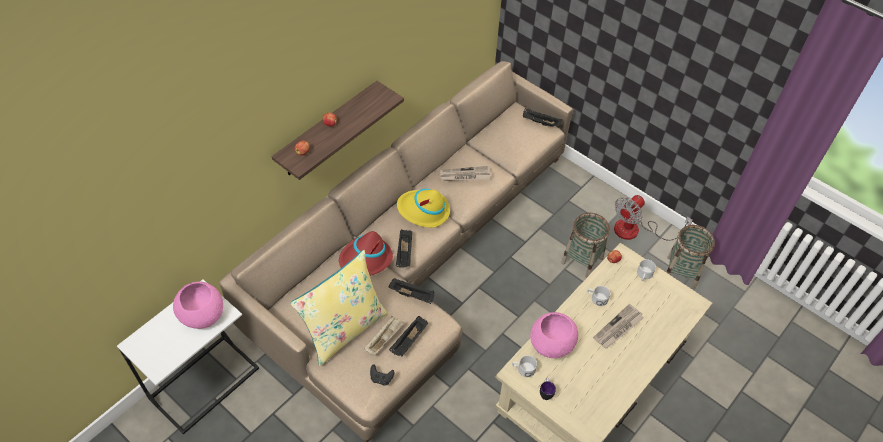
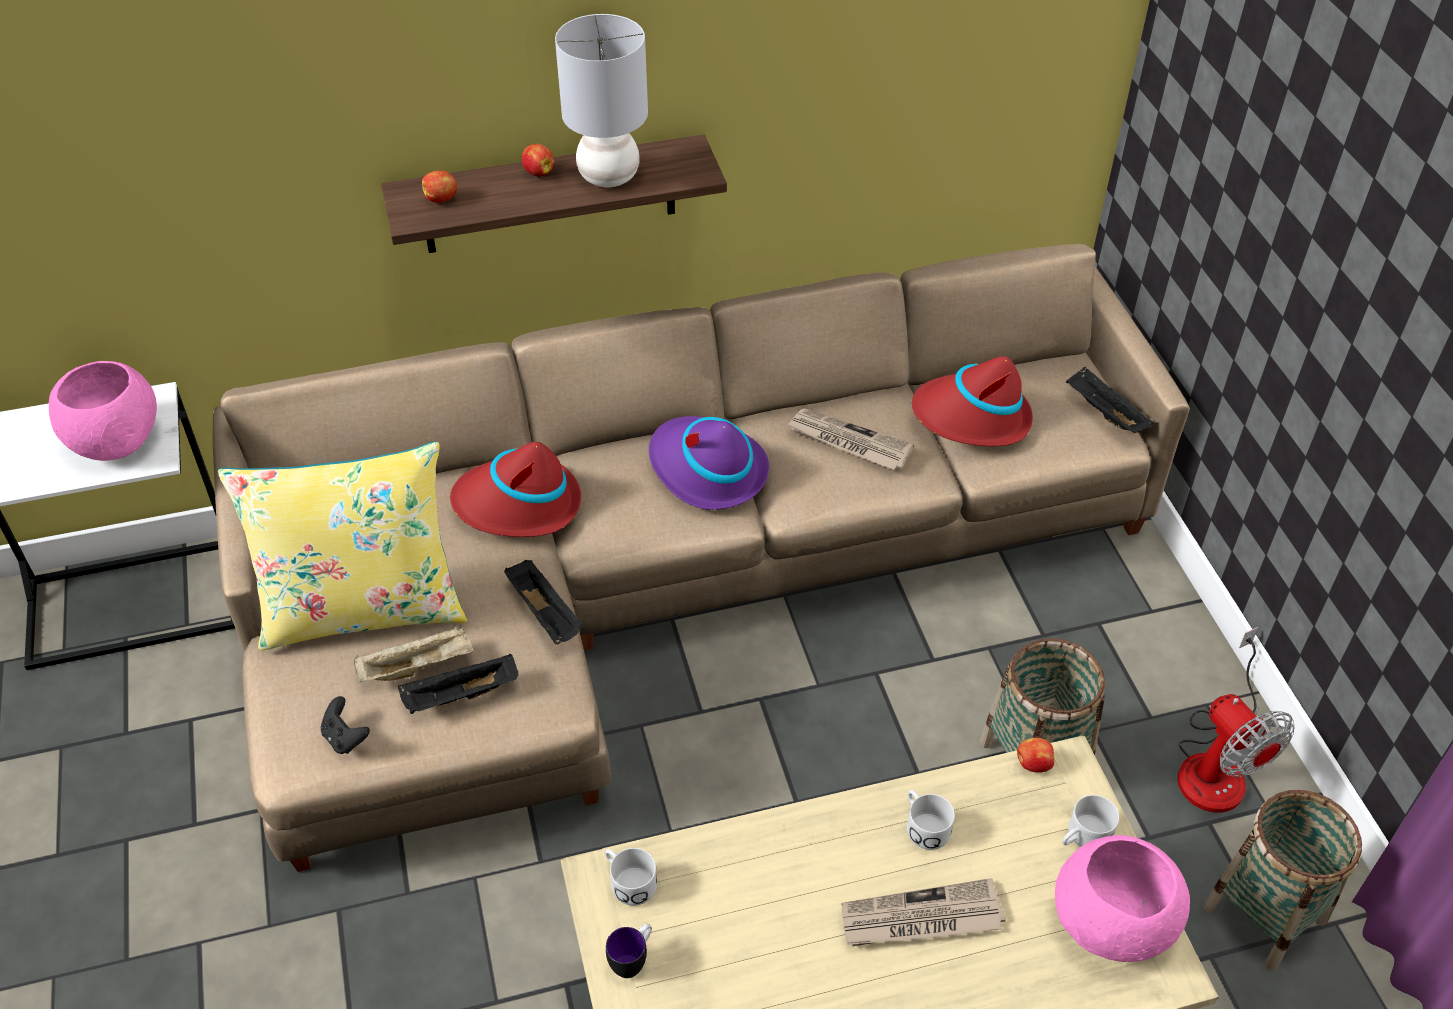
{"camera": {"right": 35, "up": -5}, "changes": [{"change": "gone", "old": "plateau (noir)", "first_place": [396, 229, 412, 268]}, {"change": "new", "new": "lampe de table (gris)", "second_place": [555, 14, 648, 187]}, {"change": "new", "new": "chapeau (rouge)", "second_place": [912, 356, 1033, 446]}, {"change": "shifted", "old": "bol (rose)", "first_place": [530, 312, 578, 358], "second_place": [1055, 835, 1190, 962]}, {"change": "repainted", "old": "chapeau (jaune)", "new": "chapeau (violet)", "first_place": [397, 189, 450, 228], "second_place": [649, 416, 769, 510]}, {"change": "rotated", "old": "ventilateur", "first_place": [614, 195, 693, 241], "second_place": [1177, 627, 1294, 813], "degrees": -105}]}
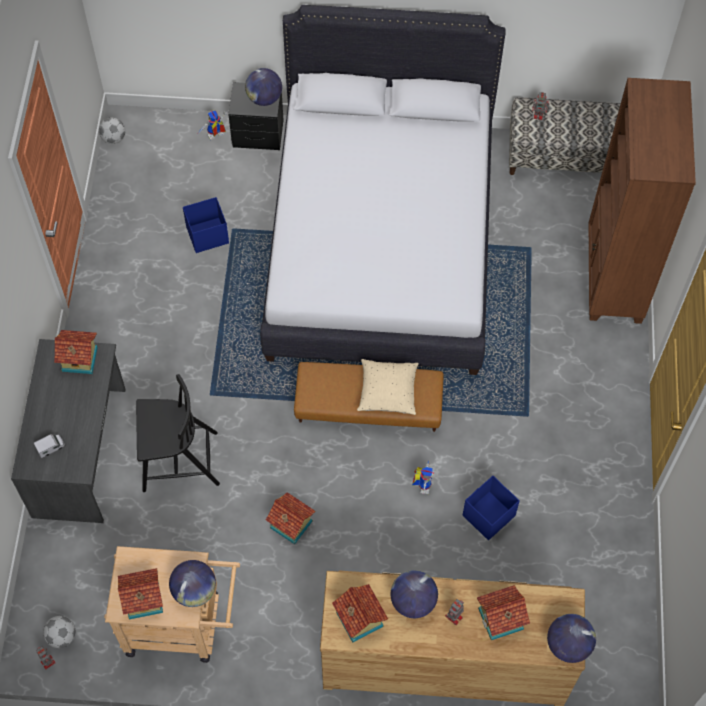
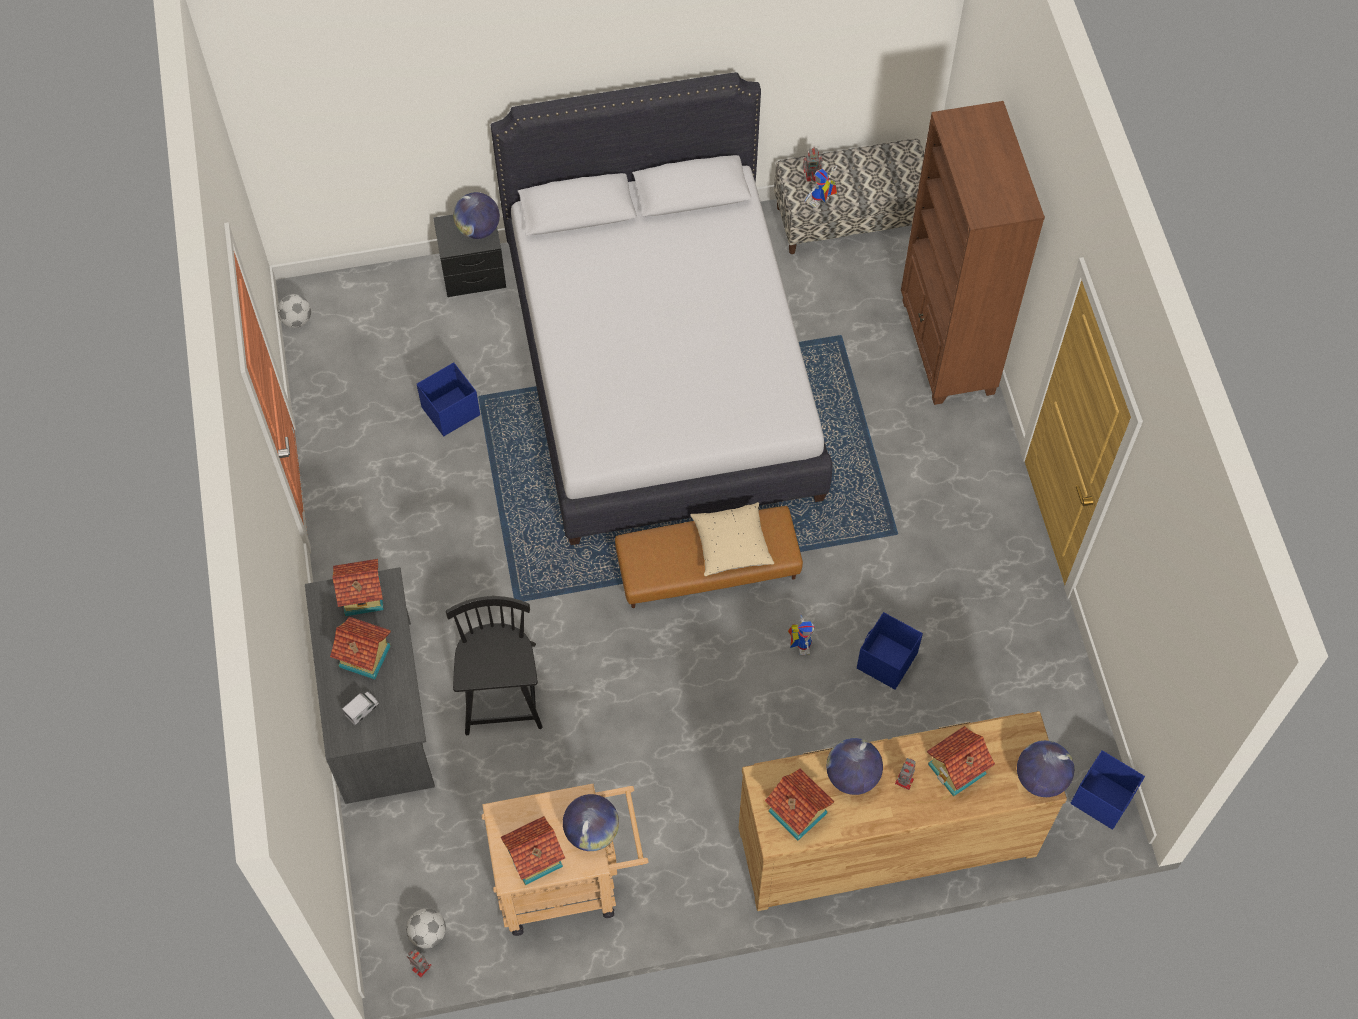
{"camera": {"right": -15, "up": 0}, "changes": [{"change": "new", "new": "boîte de rangement (bleu)", "second_place": [1071, 750, 1145, 830]}, {"change": "shifted", "old": "robot jouet", "first_place": [198, 110, 229, 140], "second_place": [803, 166, 837, 208]}, {"change": "shifted", "old": "maison miniature", "first_place": [266, 492, 316, 544], "second_place": [330, 617, 391, 679]}, {"change": "rotated", "old": "chaise (noir)", "first_place": [136, 374, 220, 492], "second_place": [446, 596, 543, 735], "degrees": -75}]}
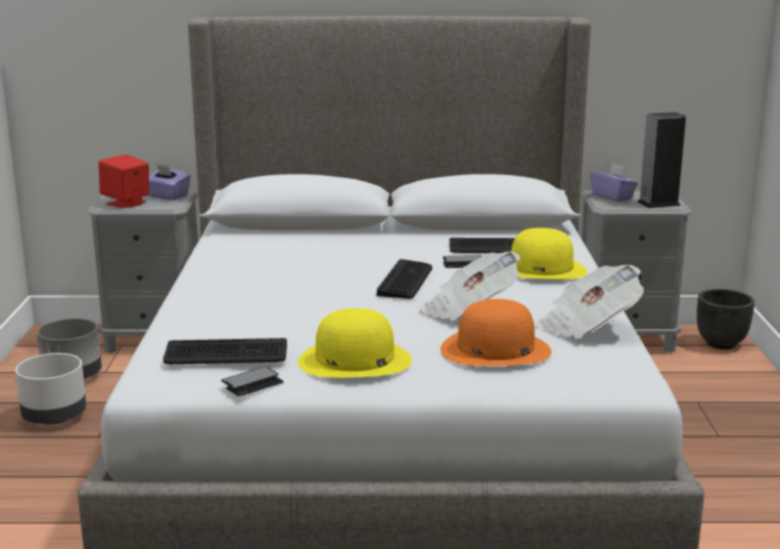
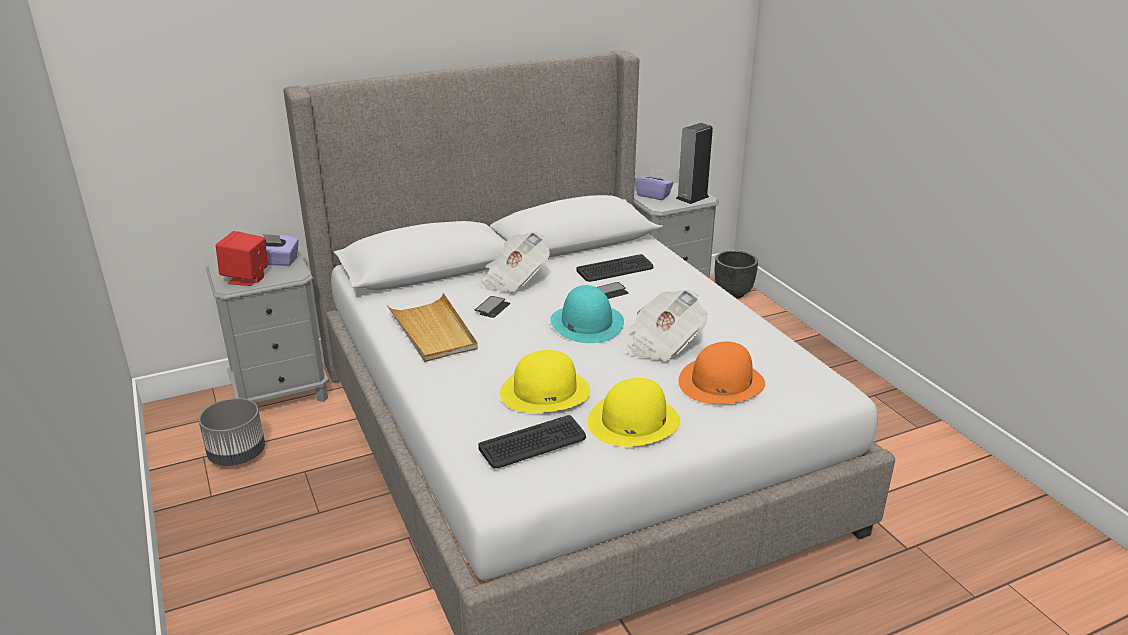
{"camera": {"right": -25, "up": 10}, "changes": [{"change": "gone", "old": "cache-pot (gris)", "first_place": [15, 353, 86, 424]}, {"change": "new", "new": "plateau (beige)", "second_place": [387, 293, 478, 362]}, {"change": "shifted", "old": "téléphone", "first_place": [221, 367, 284, 396], "second_place": [475, 296, 510, 318]}, {"change": "shifted", "old": "chapeau (jaune)", "first_place": [511, 228, 587, 280], "second_place": [500, 350, 590, 413]}, {"change": "shifted", "old": "journal", "first_place": [536, 265, 644, 339], "second_place": [479, 232, 550, 293]}, {"change": "swapped", "old": "clavier", "new": "chapeau (turquoise)", "first_place": [377, 259, 432, 299], "second_place": [550, 285, 624, 343]}]}
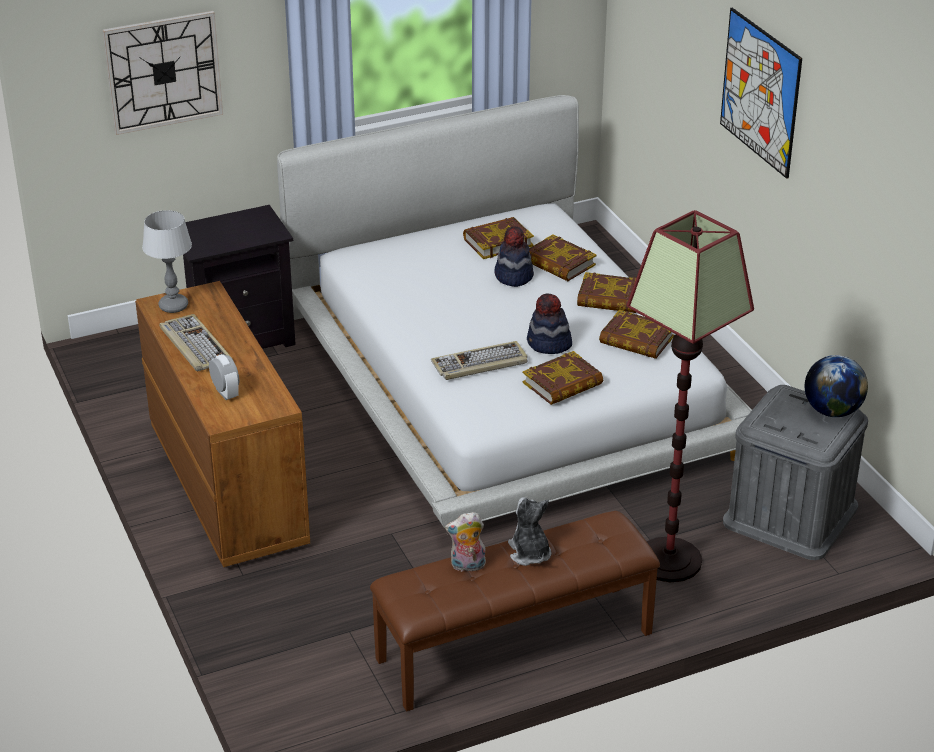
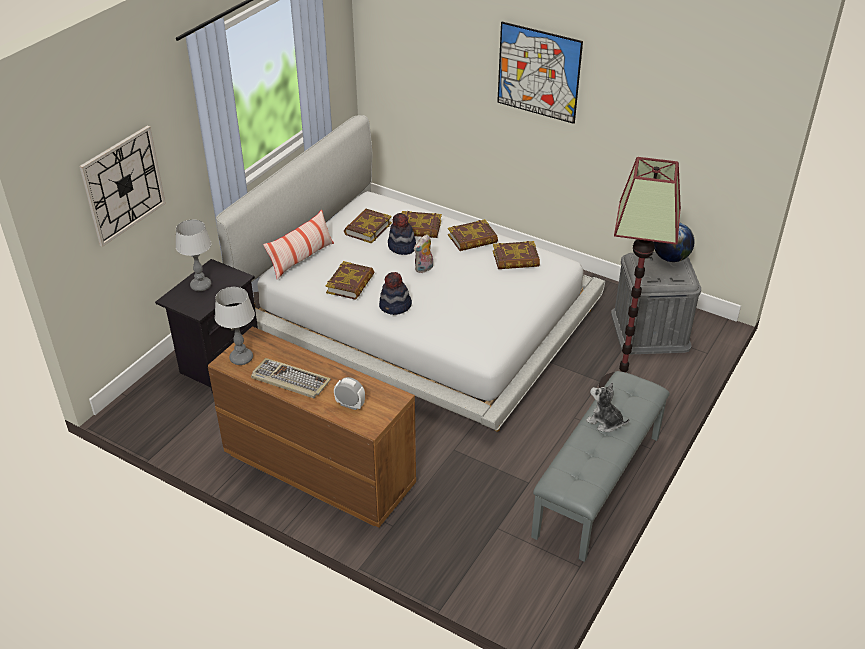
{"camera": {"right": -35, "up": 5}, "changes": [{"change": "gone", "old": "clavier", "first_place": [431, 341, 527, 380]}, {"change": "new", "new": "lampe de table", "second_place": [176, 220, 211, 291]}, {"change": "new", "new": "coussin", "second_place": [263, 210, 334, 280]}, {"change": "shifted", "old": "peluche", "first_place": [445, 512, 486, 572], "second_place": [414, 234, 433, 273]}, {"change": "shifted", "old": "livre", "first_place": [522, 351, 603, 405], "second_place": [325, 261, 374, 300]}, {"change": "shifted", "old": "chapeau", "first_place": [527, 293, 572, 354], "second_place": [379, 272, 412, 315]}, {"change": "repainted", "old": "banc (marron)", "new": "banc (gris)", "first_place": [370, 511, 660, 711], "second_place": [531, 371, 670, 562]}]}
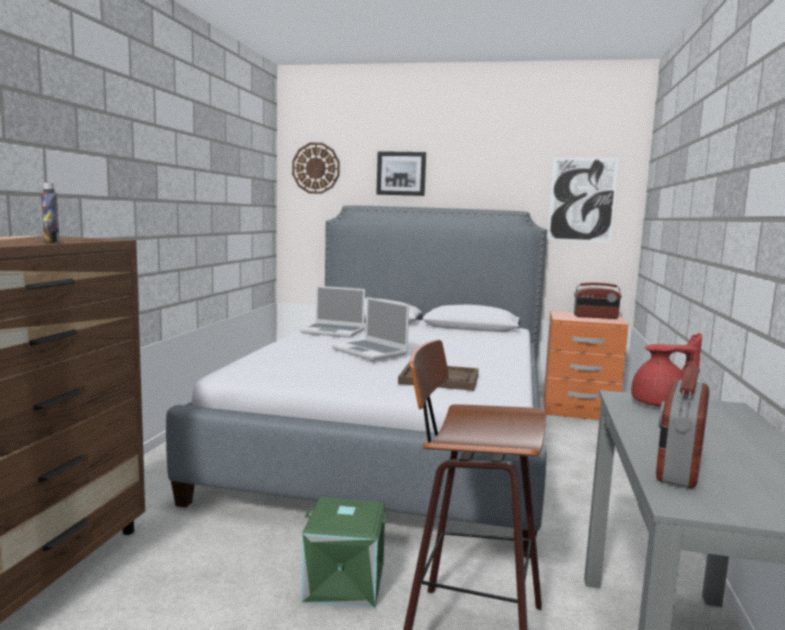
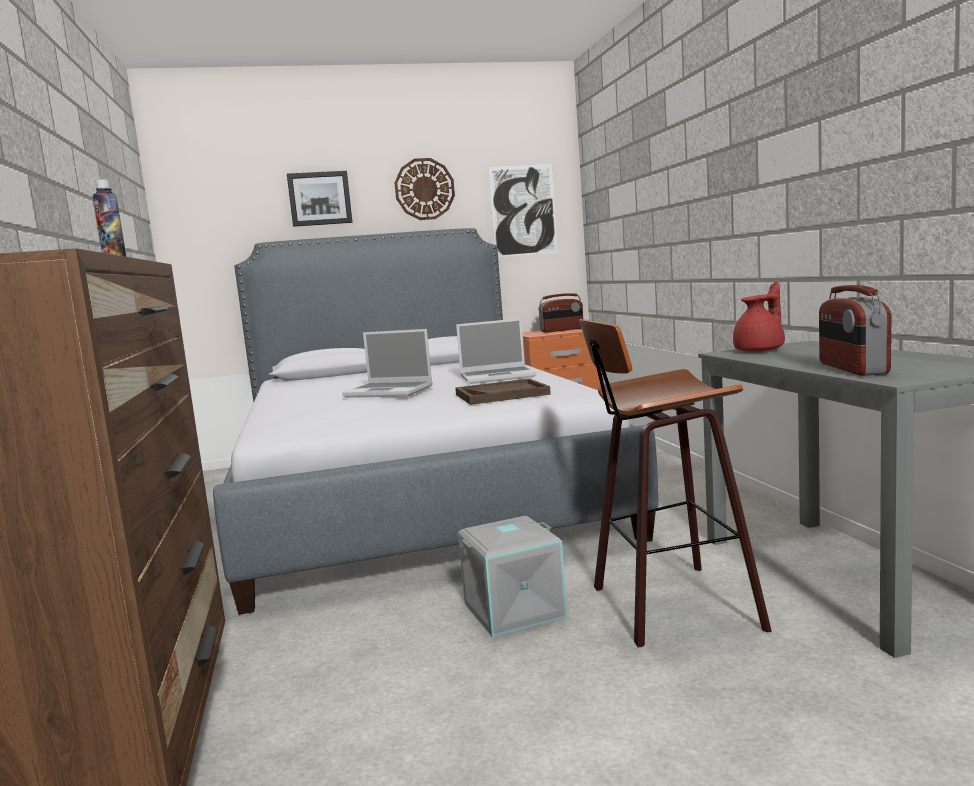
{"camera": {"right": -25, "up": 0}, "changes": [{"change": "shifted", "old": "horloge murale", "first_place": [292, 143, 340, 194], "second_place": [395, 158, 455, 220]}, {"change": "shifted", "old": "ordinateur portable", "first_place": [300, 286, 365, 338], "second_place": [456, 318, 536, 384]}, {"change": "repainted", "old": "boîte de rangement (vert)", "new": "boîte de rangement (gris)", "first_place": [302, 497, 388, 609], "second_place": [458, 516, 567, 637]}]}
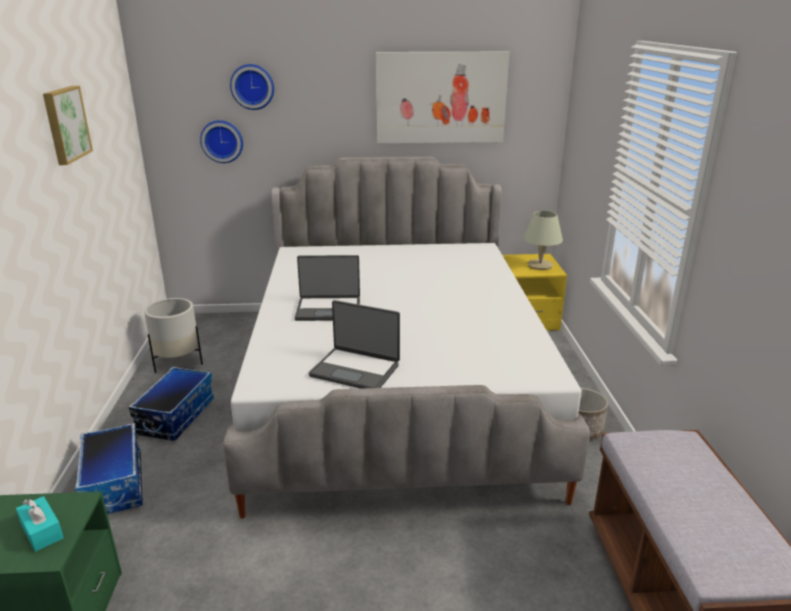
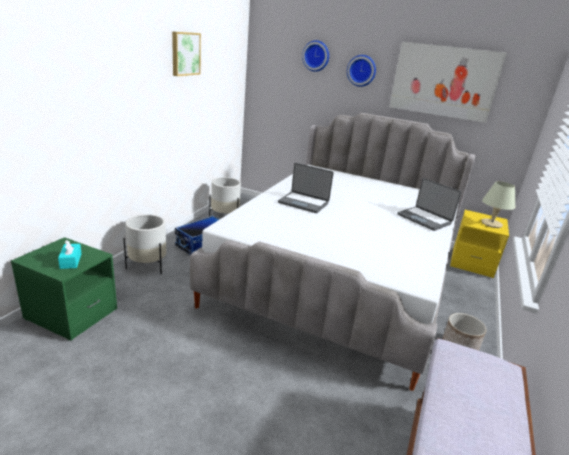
{"camera": {"right": 25, "up": 0}, "changes": [{"change": "shifted", "old": "horloge murale", "first_place": [200, 120, 243, 163], "second_place": [347, 55, 376, 87]}, {"change": "shifted", "old": "ordinateur portable", "first_place": [309, 300, 400, 389], "second_place": [397, 178, 462, 231]}, {"change": "swapped", "old": "boîte de rangement", "new": "cache-pot (blanc)", "first_place": [75, 423, 143, 514], "second_place": [123, 214, 166, 274]}]}
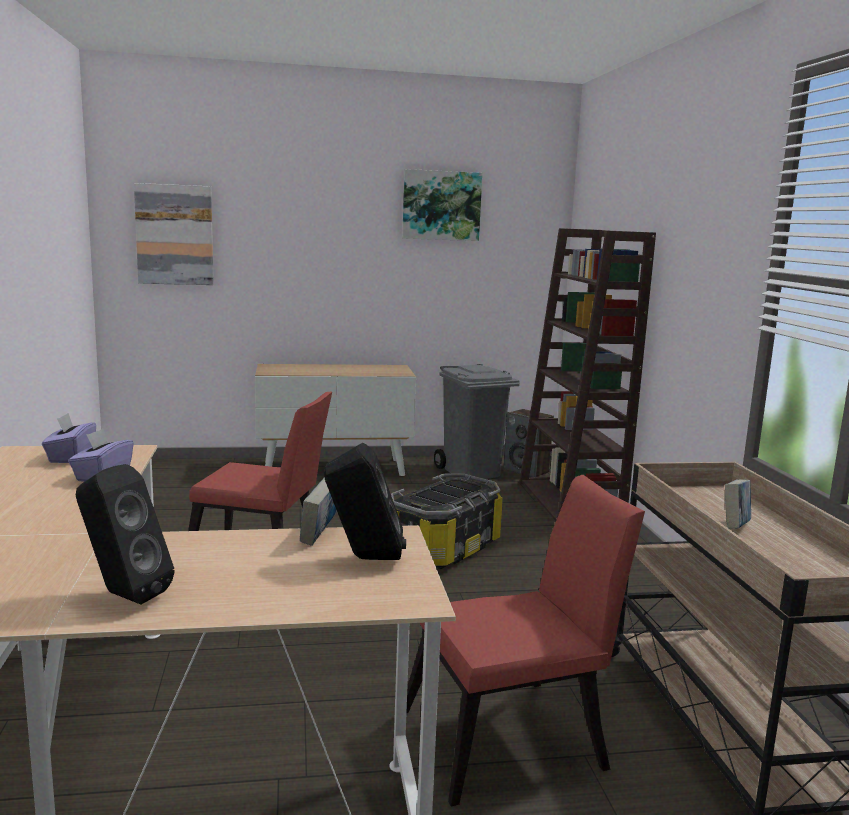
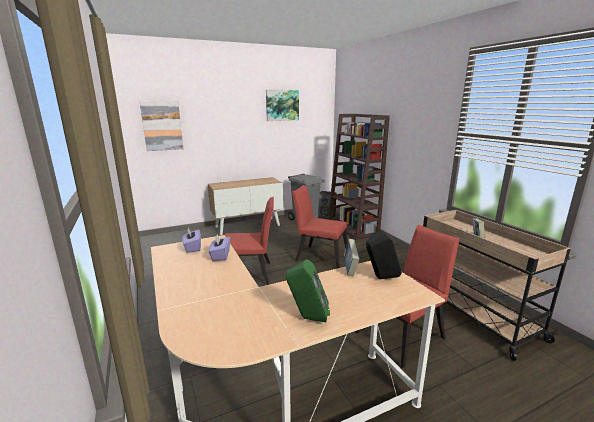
{"camera": {"right": -15, "up": 5}, "changes": [{"change": "swapped", "old": "boîte de rangement", "new": "chaise (rouge)", "first_place": [391, 473, 503, 569], "second_place": [292, 185, 348, 268]}, {"change": "repainted", "old": "enceinte (noir)", "new": "enceinte (vert)", "first_place": [76, 464, 174, 604], "second_place": [286, 259, 330, 322]}]}
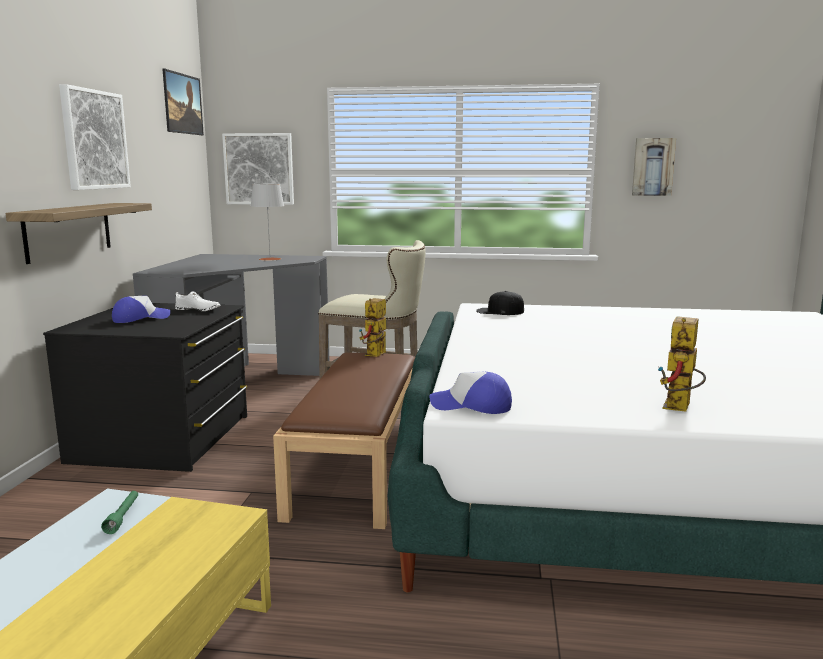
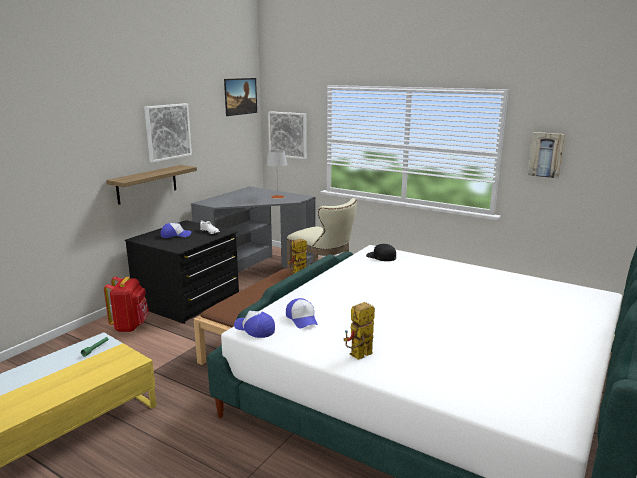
{"camera": {"right": 25, "up": 5}, "changes": [{"change": "new", "new": "sac à dos (rouge)", "second_place": [104, 277, 149, 332]}, {"change": "new", "new": "casquette", "second_place": [286, 298, 318, 328]}]}
